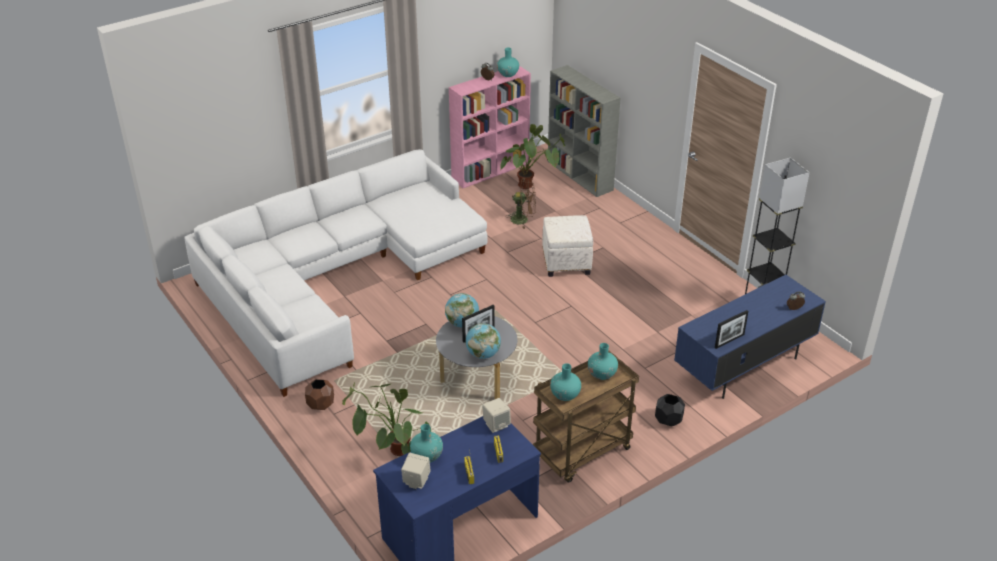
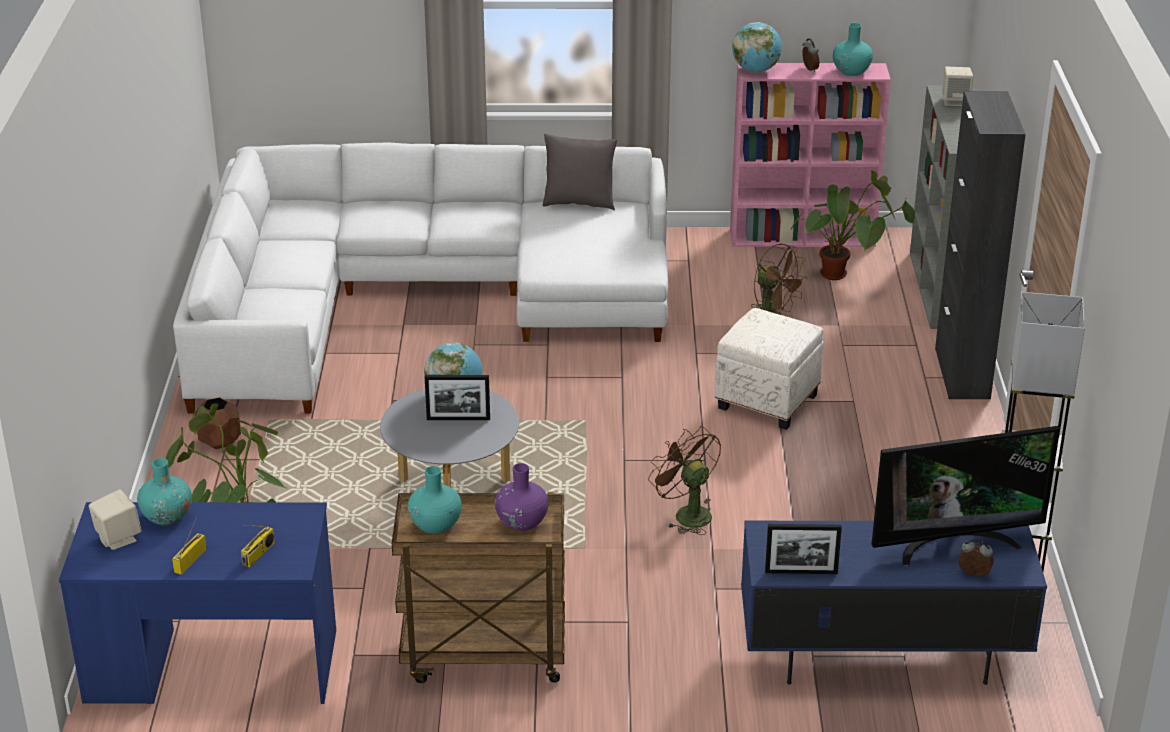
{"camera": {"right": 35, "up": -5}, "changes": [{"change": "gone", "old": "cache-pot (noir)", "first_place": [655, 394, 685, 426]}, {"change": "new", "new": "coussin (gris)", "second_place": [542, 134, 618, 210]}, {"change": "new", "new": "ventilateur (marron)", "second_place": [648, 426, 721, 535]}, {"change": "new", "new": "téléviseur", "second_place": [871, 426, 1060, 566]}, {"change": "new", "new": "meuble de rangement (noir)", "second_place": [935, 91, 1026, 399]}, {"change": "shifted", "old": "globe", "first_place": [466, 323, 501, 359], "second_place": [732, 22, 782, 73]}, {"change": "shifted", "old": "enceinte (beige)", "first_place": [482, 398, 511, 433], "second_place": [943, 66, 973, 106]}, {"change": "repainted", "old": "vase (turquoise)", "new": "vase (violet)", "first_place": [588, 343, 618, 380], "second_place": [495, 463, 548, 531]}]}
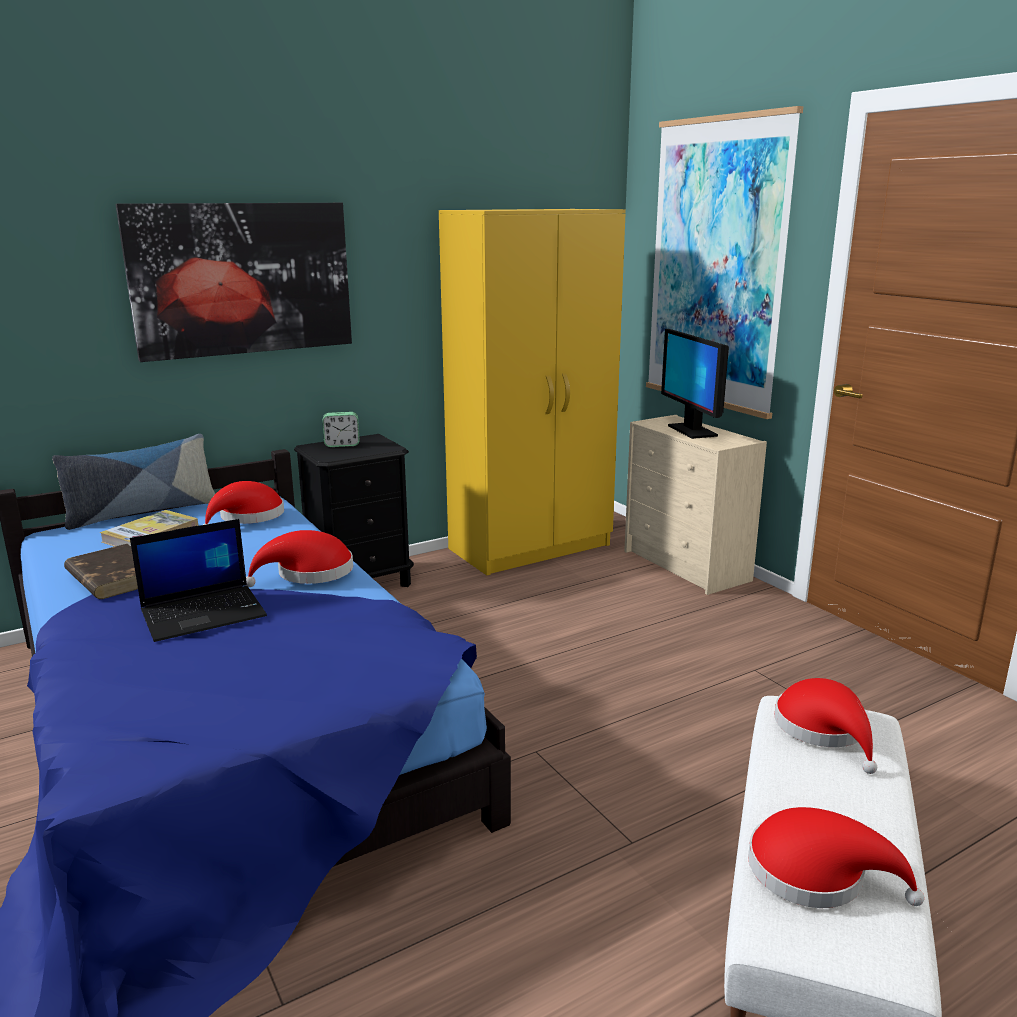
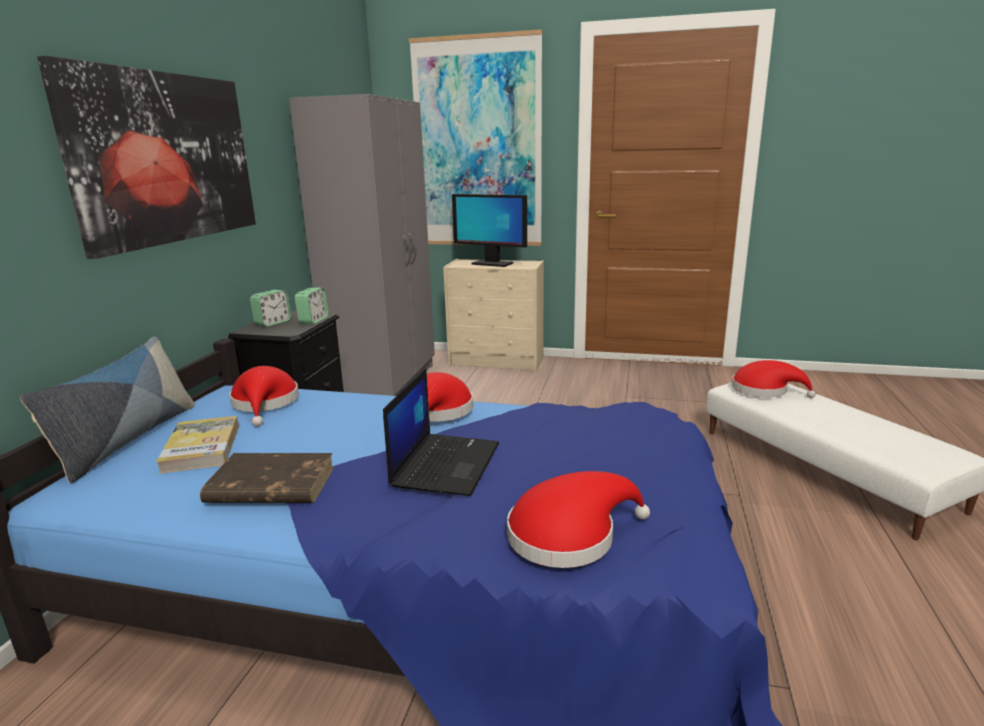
{"camera": {"right": -45, "up": 0}, "changes": [{"change": "new", "new": "réveil", "second_place": [295, 288, 329, 324]}, {"change": "shifted", "old": "chapeau (rouge)", "first_place": [748, 807, 924, 908], "second_place": [507, 471, 650, 568]}, {"change": "repainted", "old": "armoire (jaune)", "new": "armoire (gris)", "first_place": [439, 209, 626, 575], "second_place": [289, 94, 435, 396]}]}
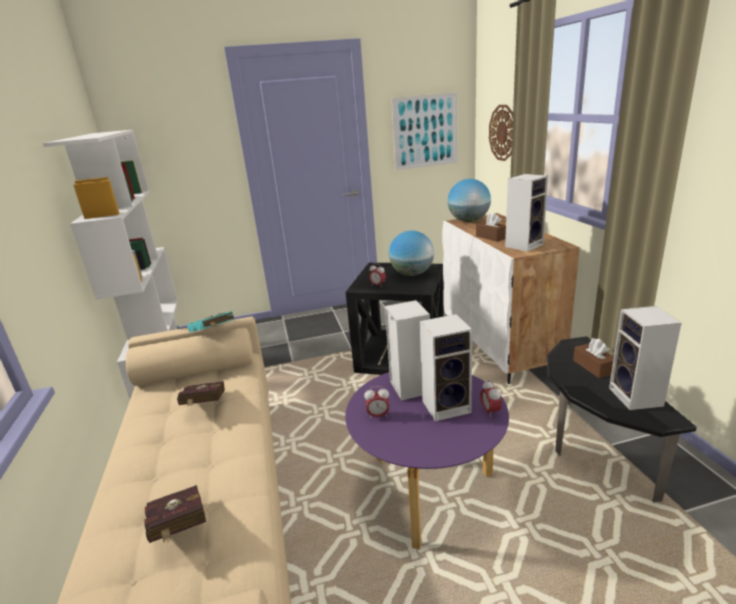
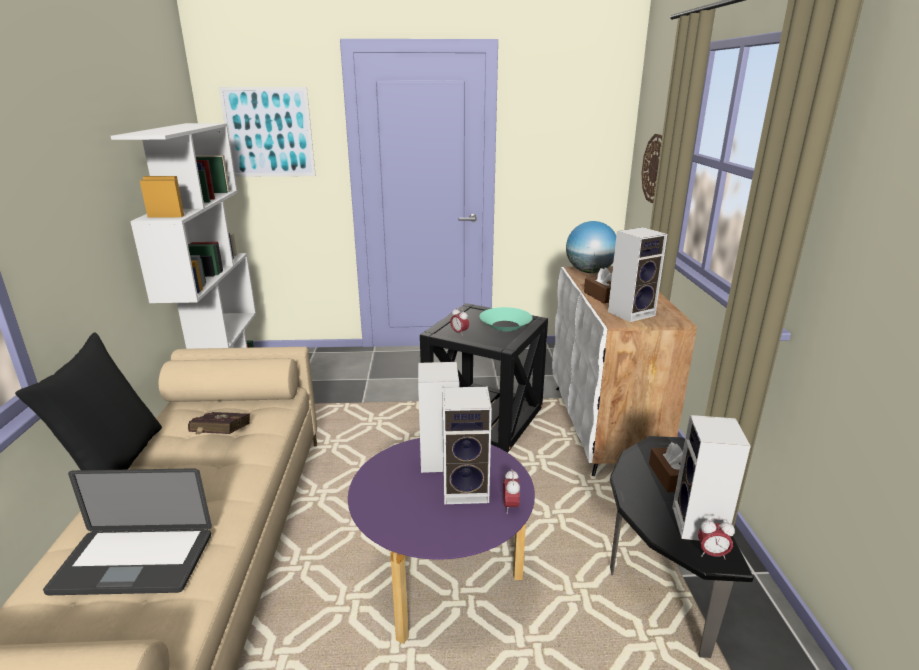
{"camera": {"right": 10, "up": 0}, "changes": [{"change": "gone", "old": "livre (turquoise)", "first_place": [187, 311, 234, 332]}, {"change": "new", "new": "coussin (noir)", "second_place": [15, 332, 162, 470]}, {"change": "shifted", "old": "réveil", "first_place": [364, 386, 390, 419], "second_place": [698, 518, 735, 559]}, {"change": "shifted", "old": "tableau", "first_place": [392, 92, 457, 170], "second_place": [219, 87, 316, 177]}, {"change": "swapped", "old": "livre (rouge)", "new": "ordinateur portable", "first_place": [144, 485, 206, 543], "second_place": [43, 468, 212, 595]}, {"change": "swapped", "old": "globe", "new": "bol (turquoise)", "first_place": [389, 231, 434, 276], "second_place": [479, 307, 533, 331]}]}
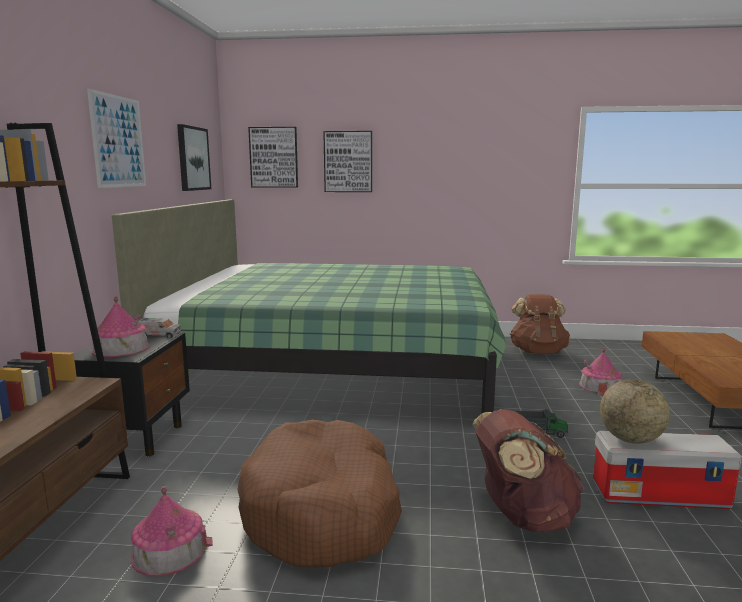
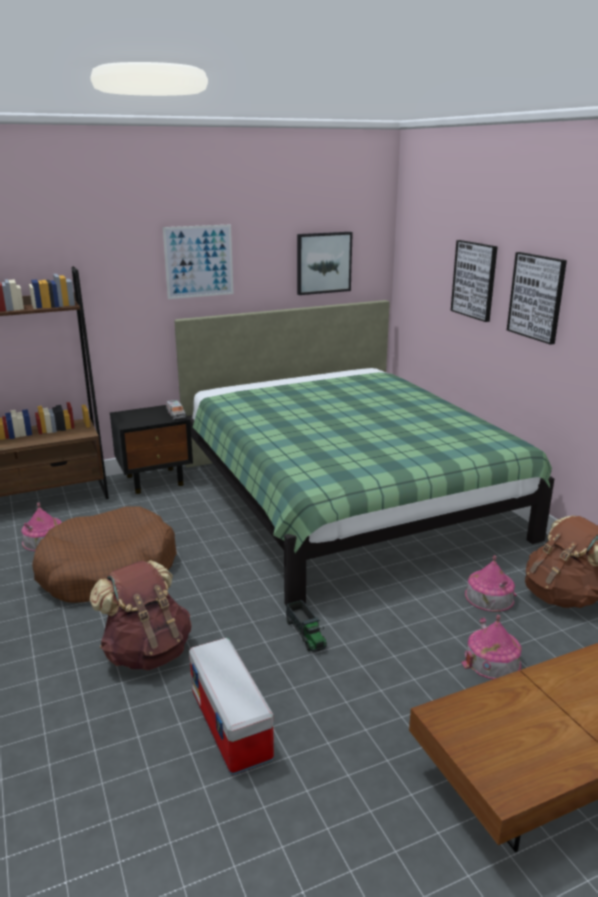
{"camera": {"right": 60, "up": 10}, "changes": [{"change": "gone", "old": "globe", "first_place": [600, 379, 670, 444]}, {"change": "shifted", "old": "maison miniature", "first_place": [91, 297, 150, 357], "second_place": [465, 555, 517, 612]}, {"change": "shifted", "old": "tableau", "first_place": [248, 127, 298, 188], "second_place": [507, 252, 567, 345]}]}
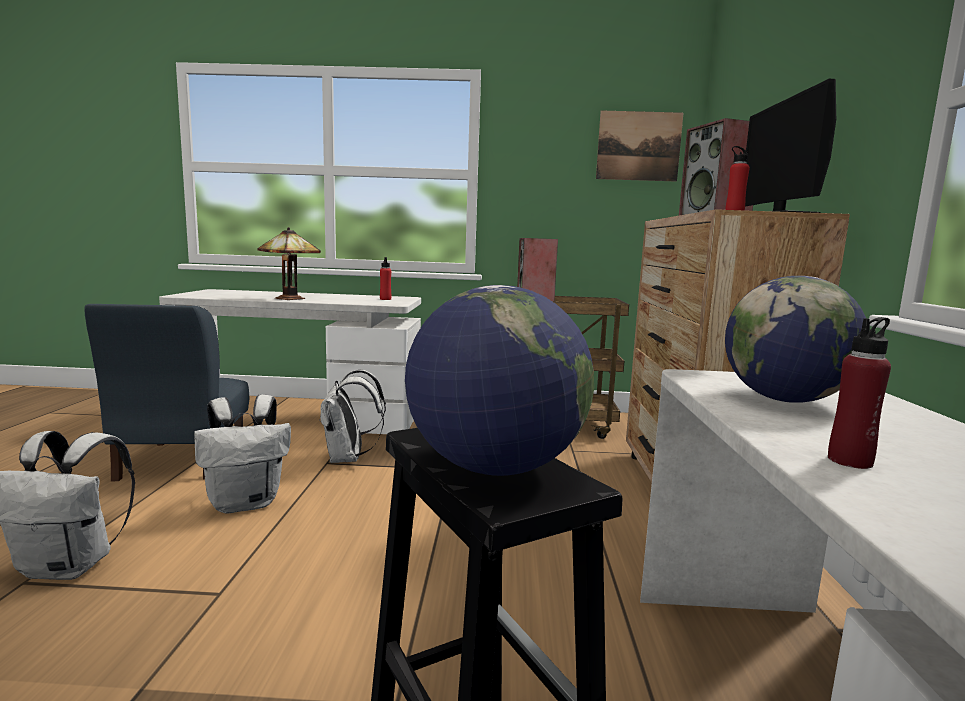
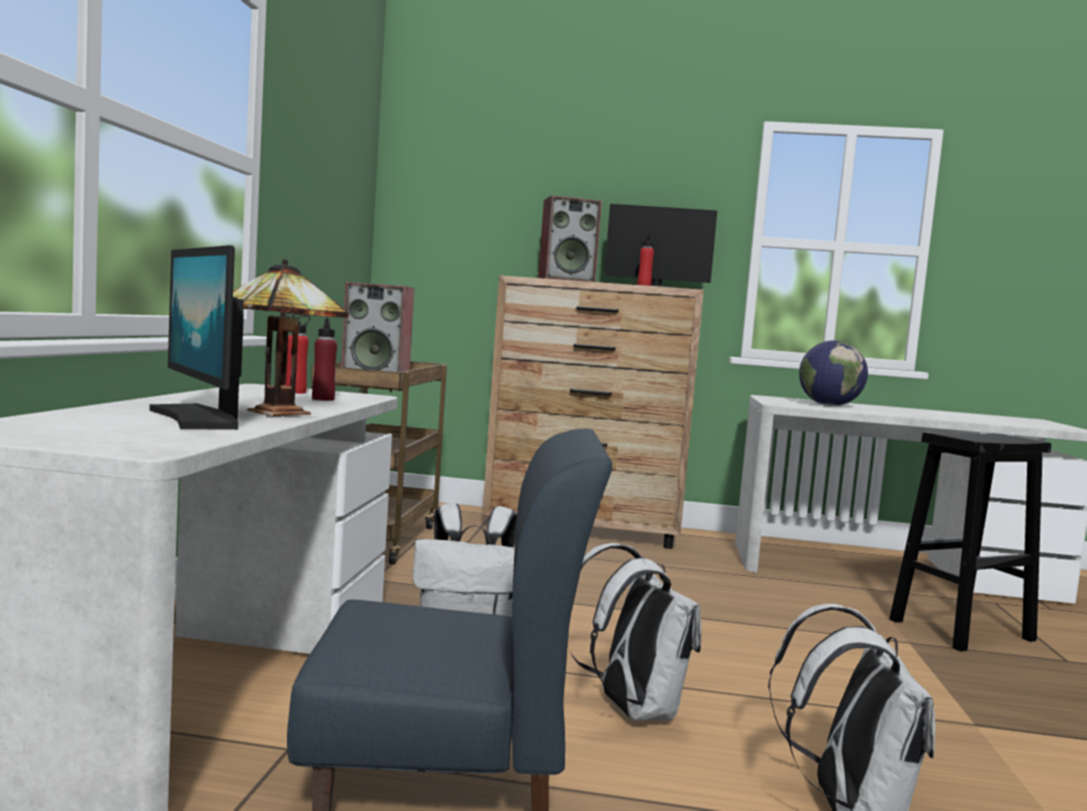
{"camera": {"right": -85, "up": -5}, "changes": [{"change": "gone", "old": "globe", "first_place": [405, 285, 594, 476]}, {"change": "gone", "old": "tableau", "first_place": [596, 110, 684, 181]}, {"change": "new", "new": "écran d'ordinateur", "second_place": [149, 245, 244, 430]}, {"change": "shifted", "old": "bouteille (rouge)", "first_place": [828, 317, 891, 469], "second_place": [312, 318, 337, 401]}]}
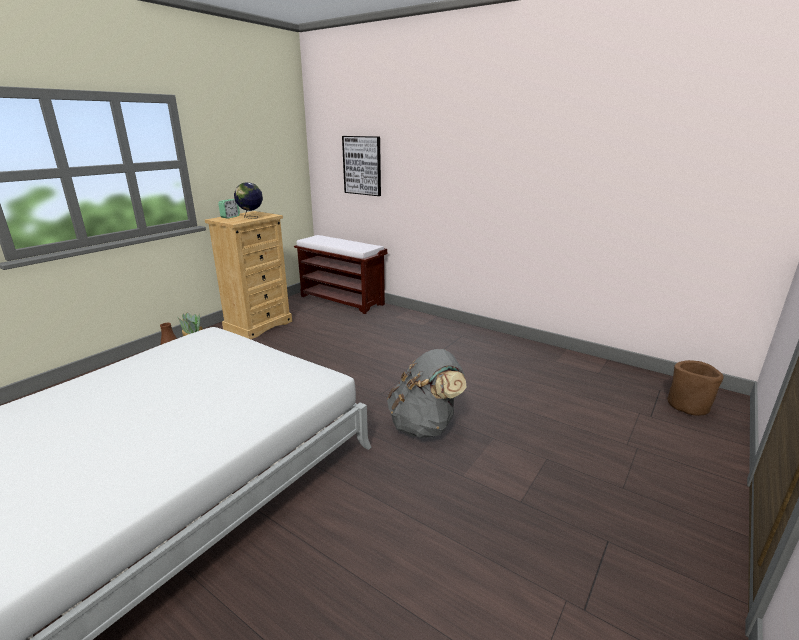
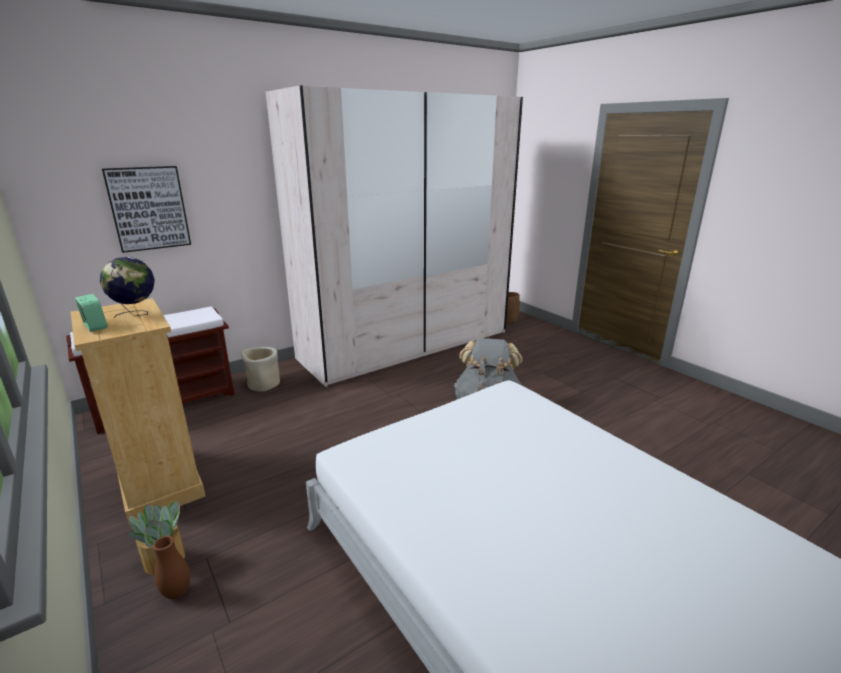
{"camera": {"right": -70, "up": 0}, "changes": [{"change": "new", "new": "cache-pot (beige)", "second_place": [241, 347, 280, 392]}, {"change": "new", "new": "armoire (beige)", "second_place": [266, 85, 523, 387]}]}
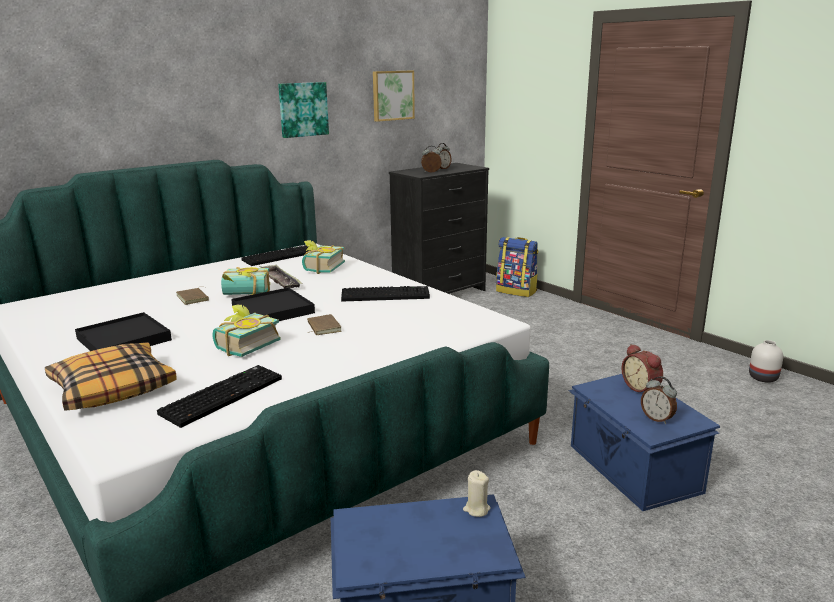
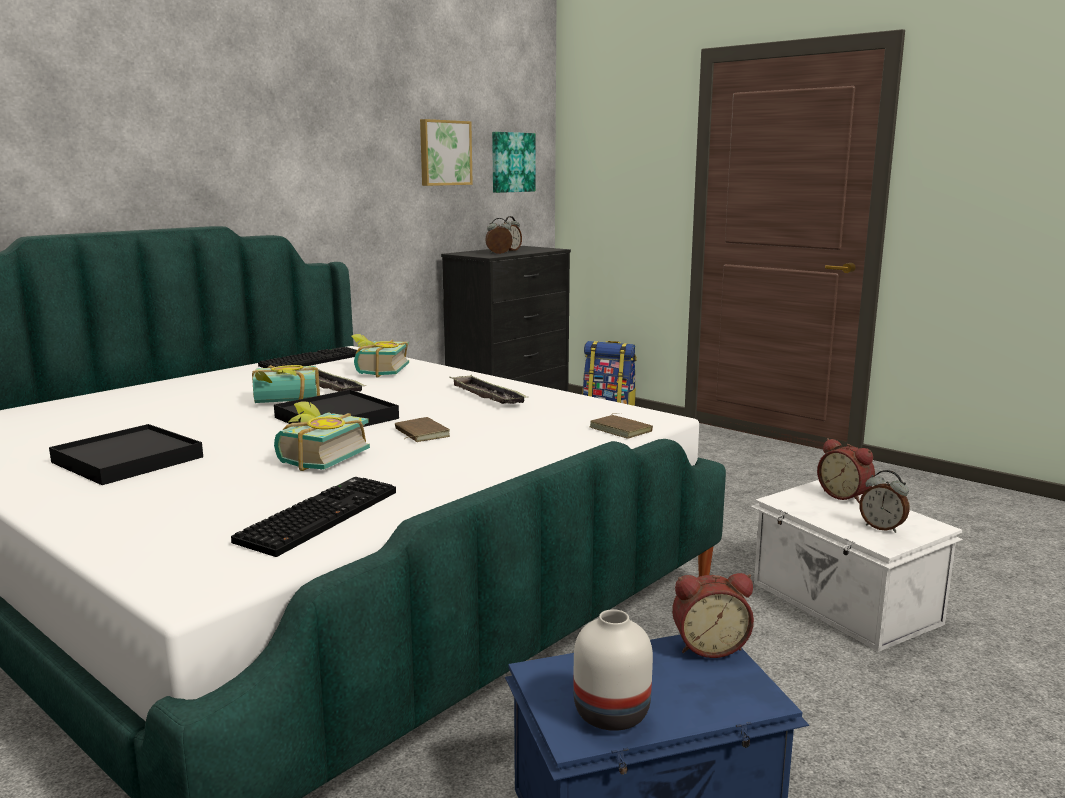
{"camera": {"right": -10, "up": -5}, "changes": [{"change": "gone", "old": "coussin", "first_place": [45, 342, 177, 411]}, {"change": "shifted", "old": "livre (marron)", "first_place": [176, 287, 209, 305], "second_place": [589, 413, 653, 439]}, {"change": "shifted", "old": "tableau", "first_place": [278, 82, 329, 138], "second_place": [492, 132, 535, 193]}, {"change": "shifted", "old": "vase (blanc)", "first_place": [749, 340, 783, 383], "second_place": [573, 609, 653, 731]}, {"change": "swapped", "old": "clavier", "new": "plateau", "first_place": [341, 286, 430, 301], "second_place": [449, 375, 529, 404]}, {"change": "swapped", "old": "bougie (beige)", "new": "réveil", "first_place": [463, 470, 491, 517], "second_place": [672, 573, 754, 658]}, {"change": "repainted", "old": "boîte de rangement (bleu)", "new": "boîte de rangement (blanc)", "first_place": [568, 374, 720, 511], "second_place": [750, 480, 963, 652]}]}
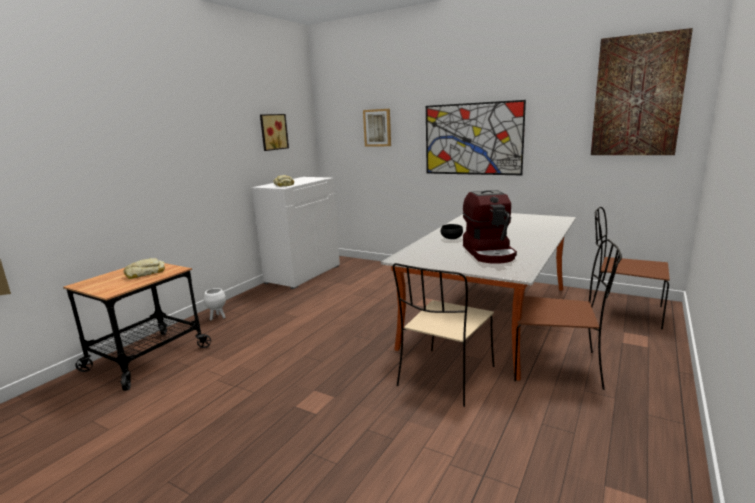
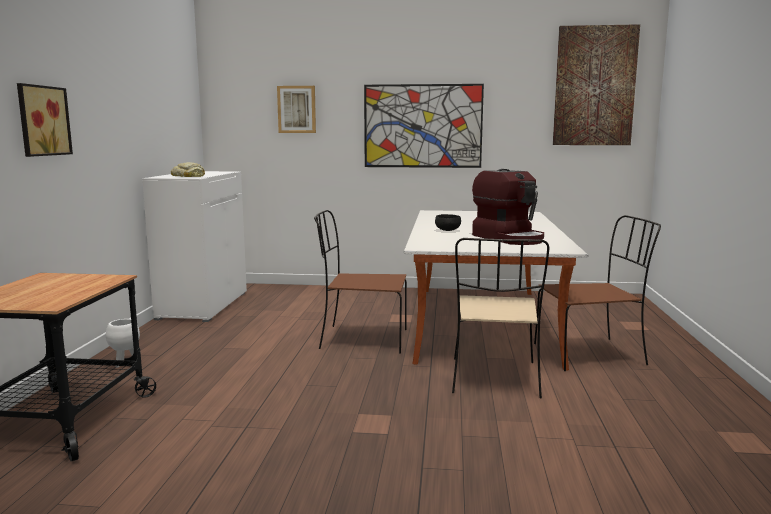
{"camera": {"right": -25, "up": -5}, "changes": [{"change": "gone", "old": "pain", "first_place": [124, 258, 165, 279]}, {"change": "shifted", "old": "tableau", "first_place": [260, 114, 289, 151], "second_place": [17, 83, 73, 157]}, {"change": "shifted", "old": "chaise (marron)", "first_place": [591, 207, 670, 329], "second_place": [314, 210, 407, 353]}]}
